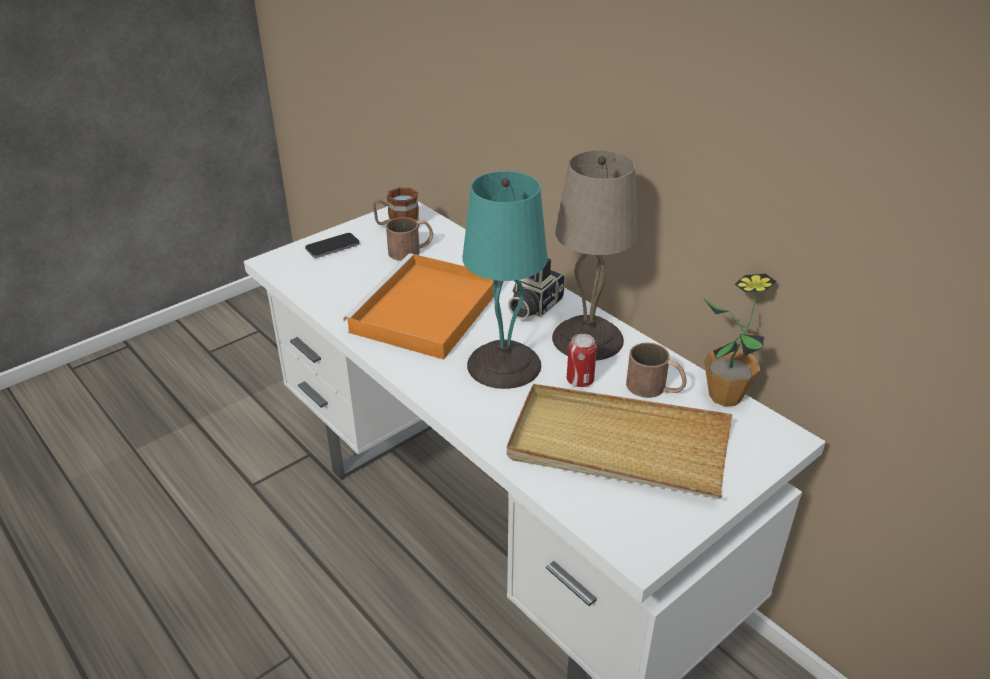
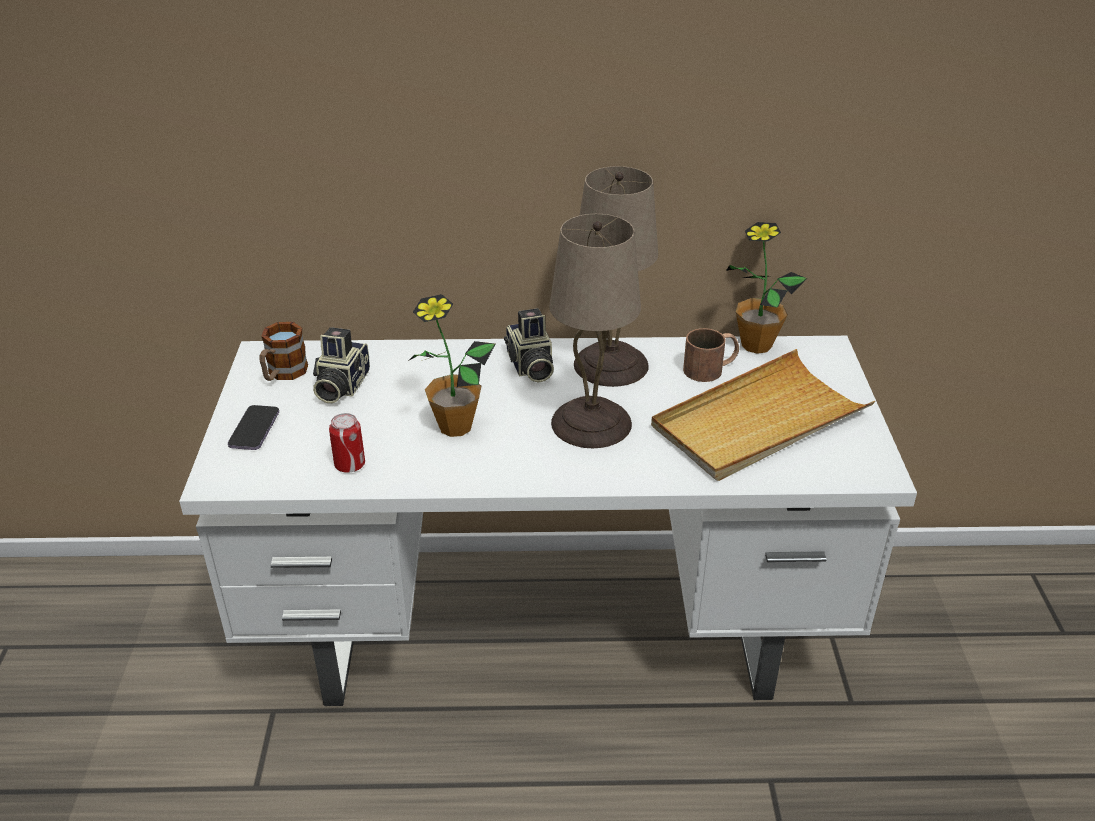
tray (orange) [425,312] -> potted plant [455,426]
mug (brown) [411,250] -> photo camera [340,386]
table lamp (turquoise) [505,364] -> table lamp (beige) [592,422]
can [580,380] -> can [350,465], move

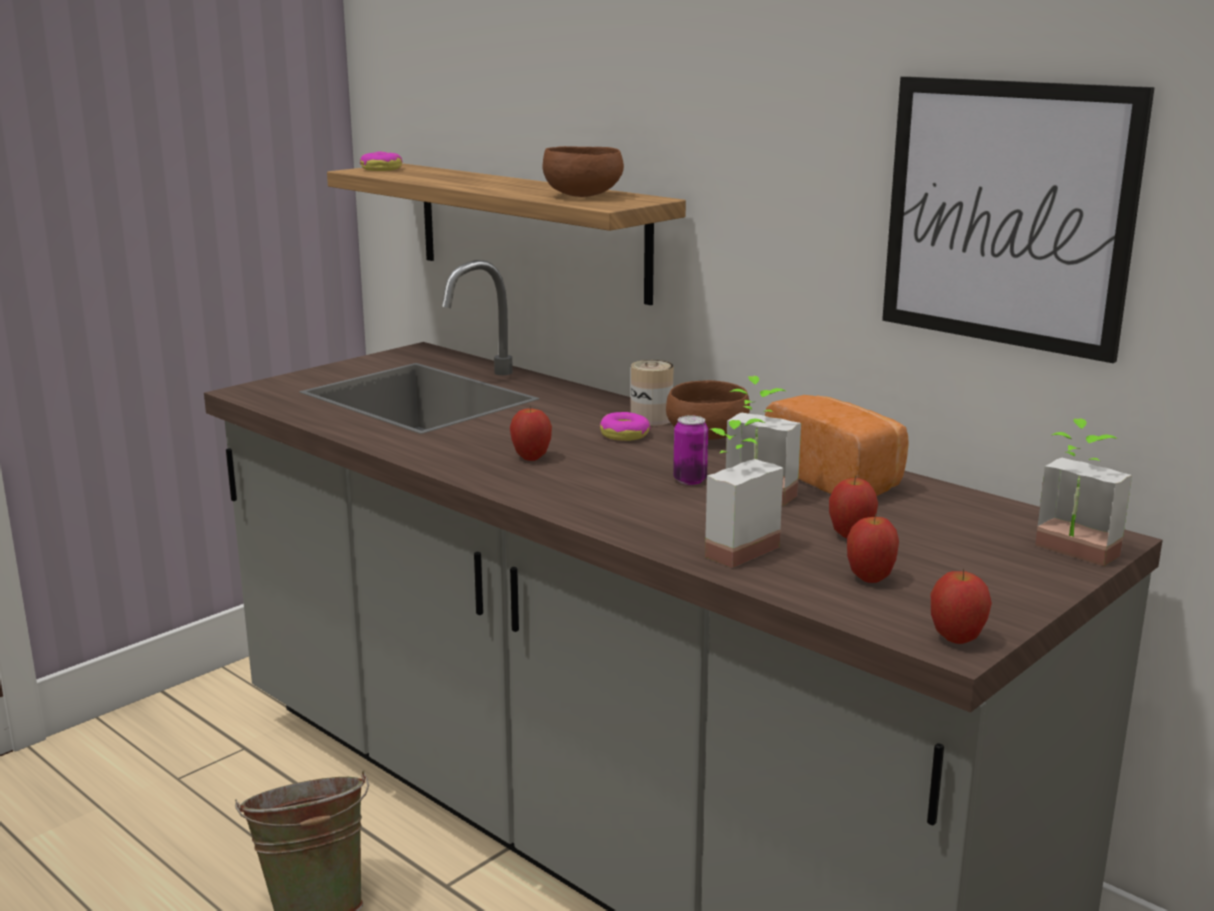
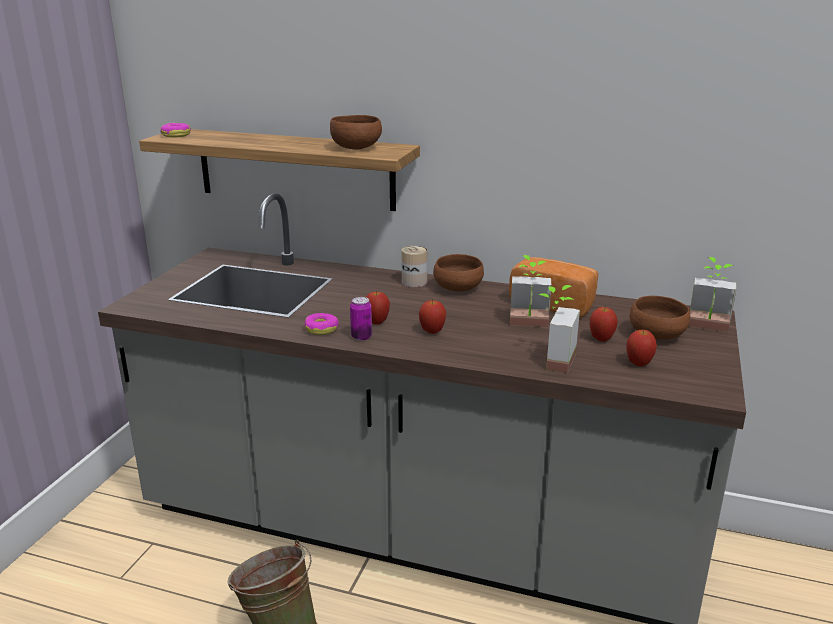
donut [624,435] -> donut [321,329], move
can [690,480] -> can [361,337], move
picture [1007,214] -> none
apple [956,640] -> apple [432,332], move
none -> bowl (brown) [658,336]

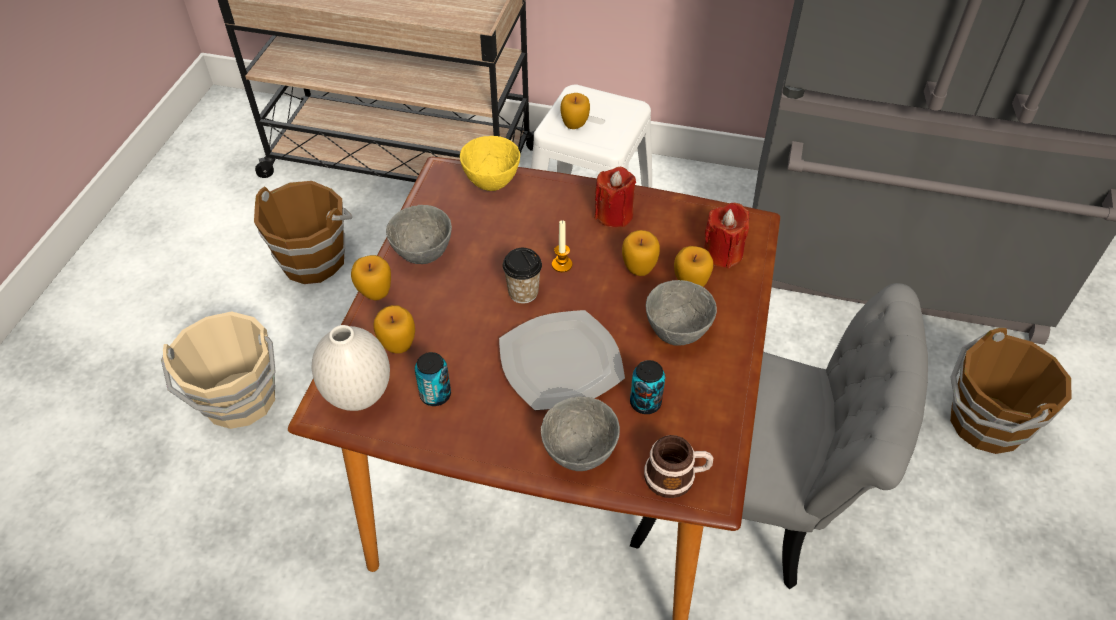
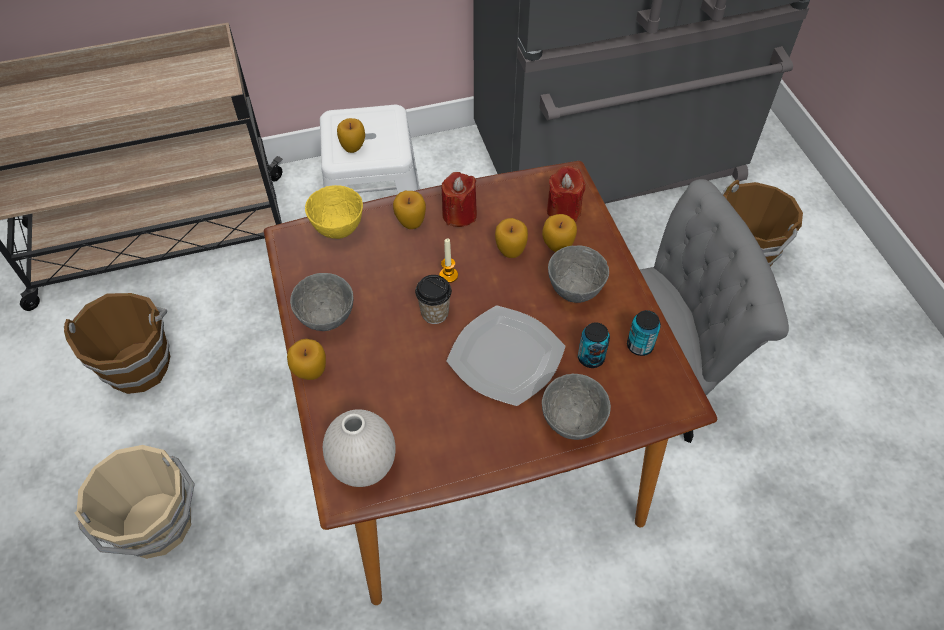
apple [398,345] -> apple [411,223], move
can [435,395] -> can [639,346], move
mug [676,476] -> none

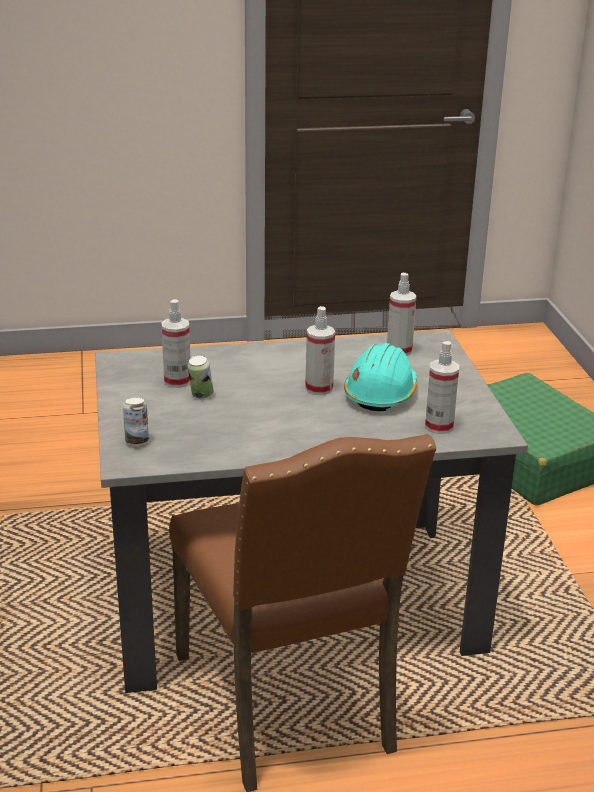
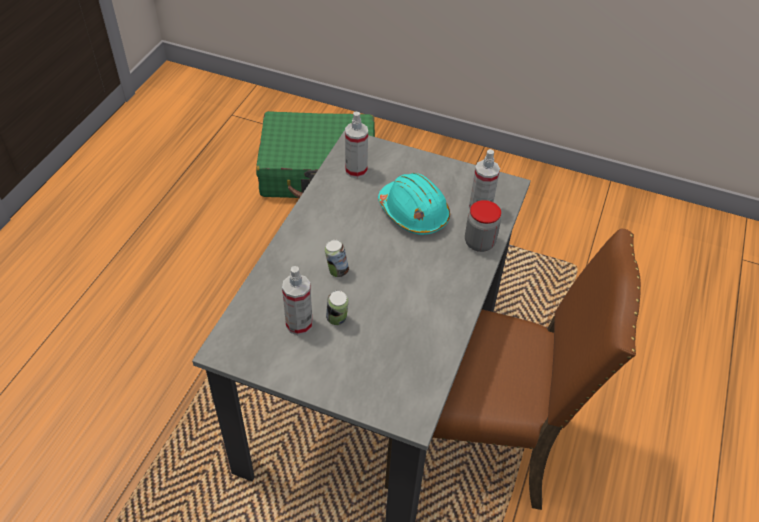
can [137,441] -> can [337,271], move
spray bottle [319,388] -> none
none -> jar [479,242]

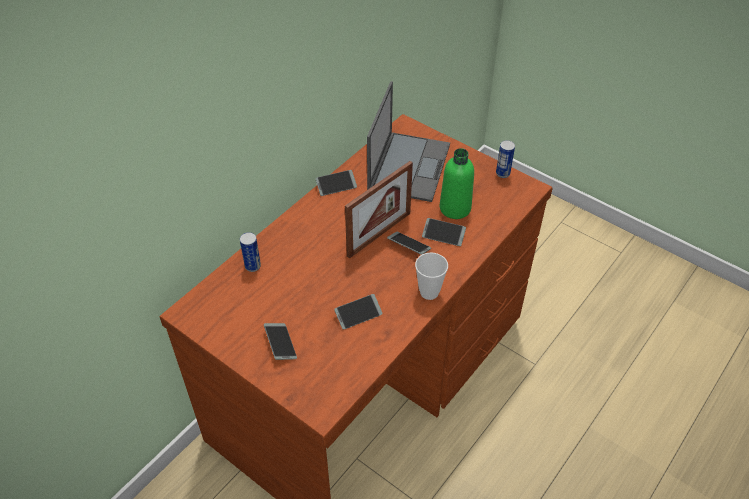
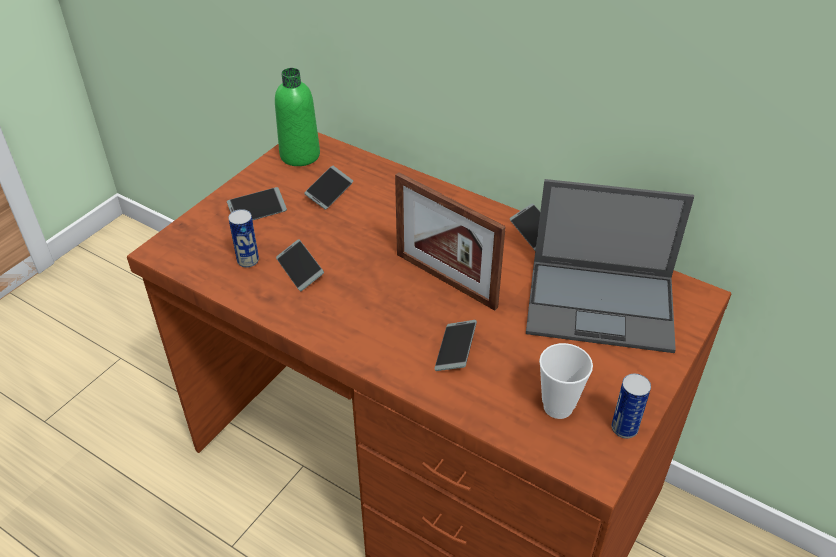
can [252,266] -> can [248,260], move
phone [409,246] -> phone [329,192], move
cup [429,292] -> cup [558,407], move
bottle (green) [455,208] -> bottle (green) [300,155], move

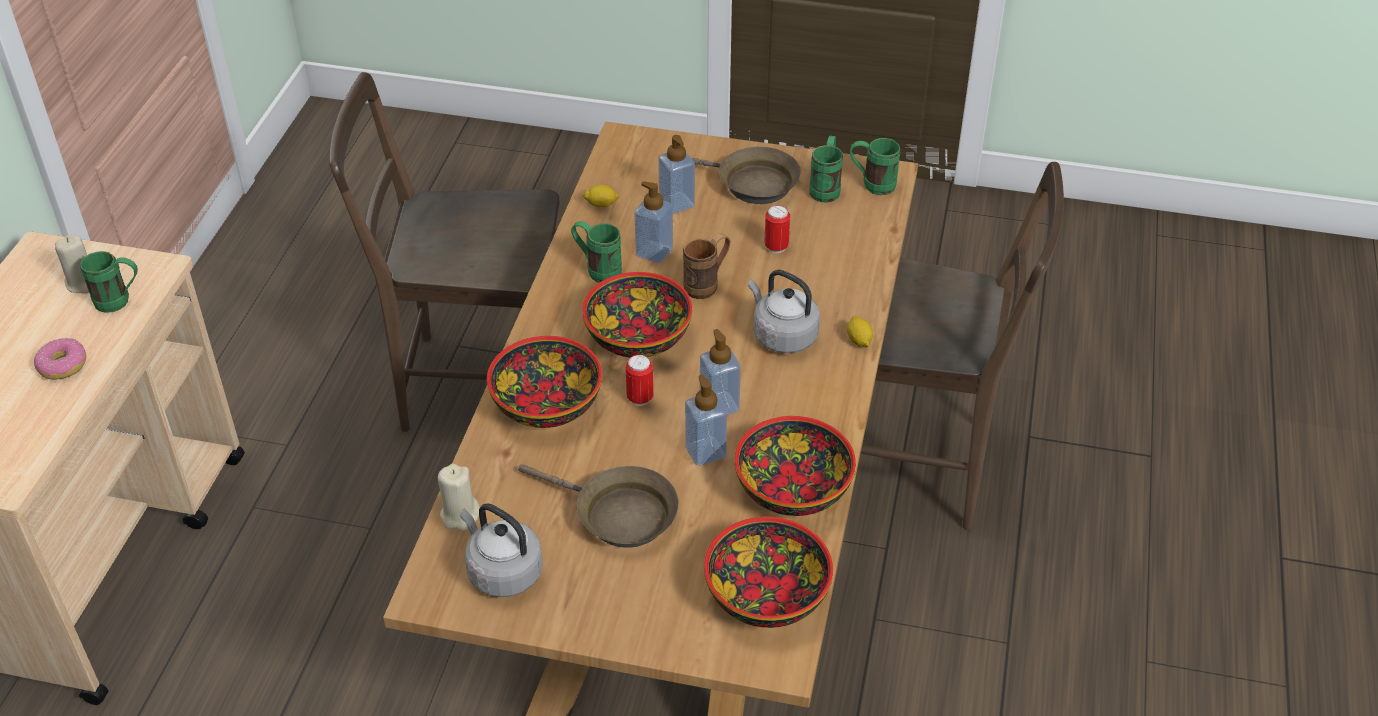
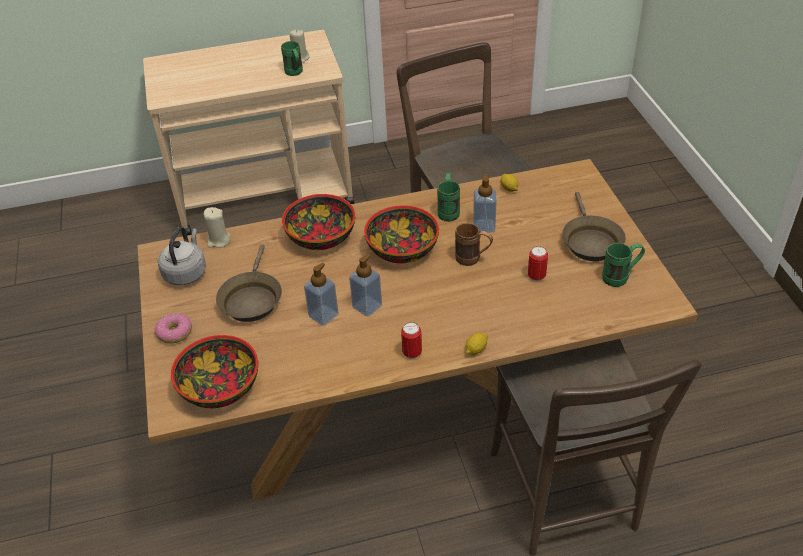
donut [63,365] -> donut [175,332], move
can [640,398] -> can [412,353], move
soap dispenser [676,203] -> none
bowl [794,488] -> none
kettle (grey) [782,336] -> none
mug (green) [871,185] -> none

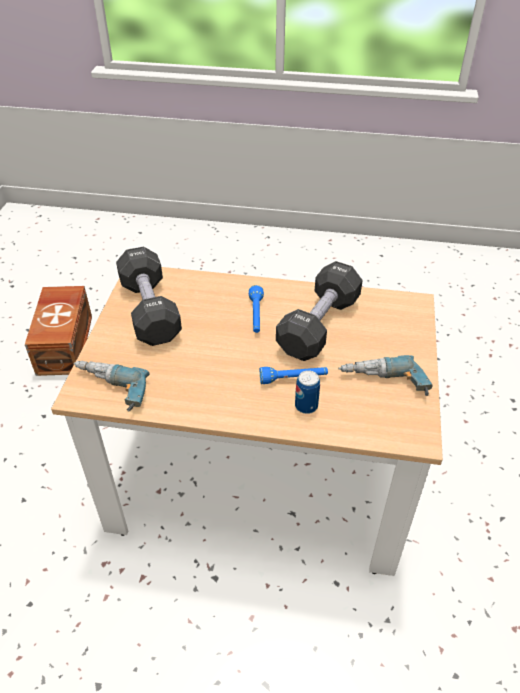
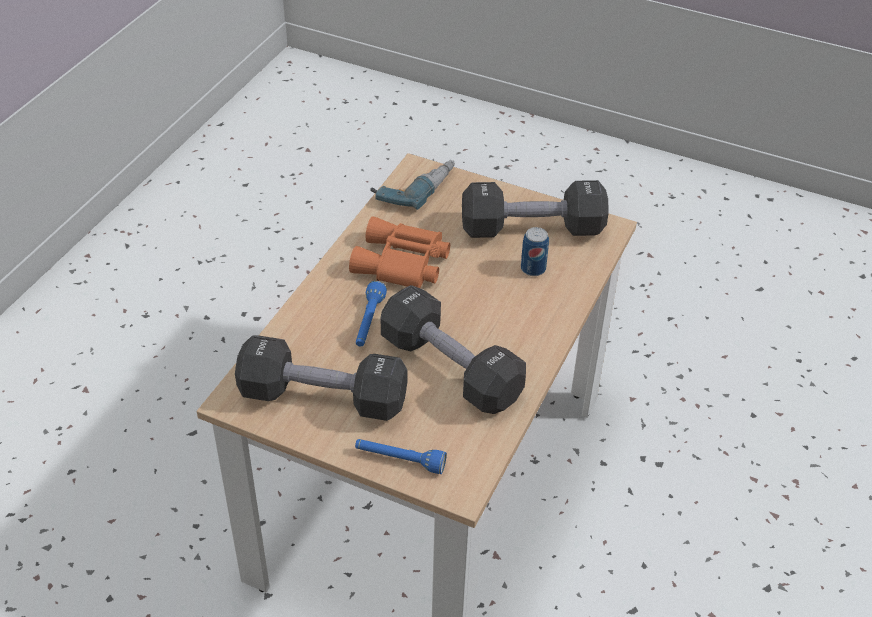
storage box (brown) [66,343] -> none
flashlight (blue) [256,315] -> flashlight (blue) [399,460], move
can [306,406] -> can [533,269], move
power drill [383,384] -> dumbbell (black) [323,397]
none -> binoculars (orange) [402,264]

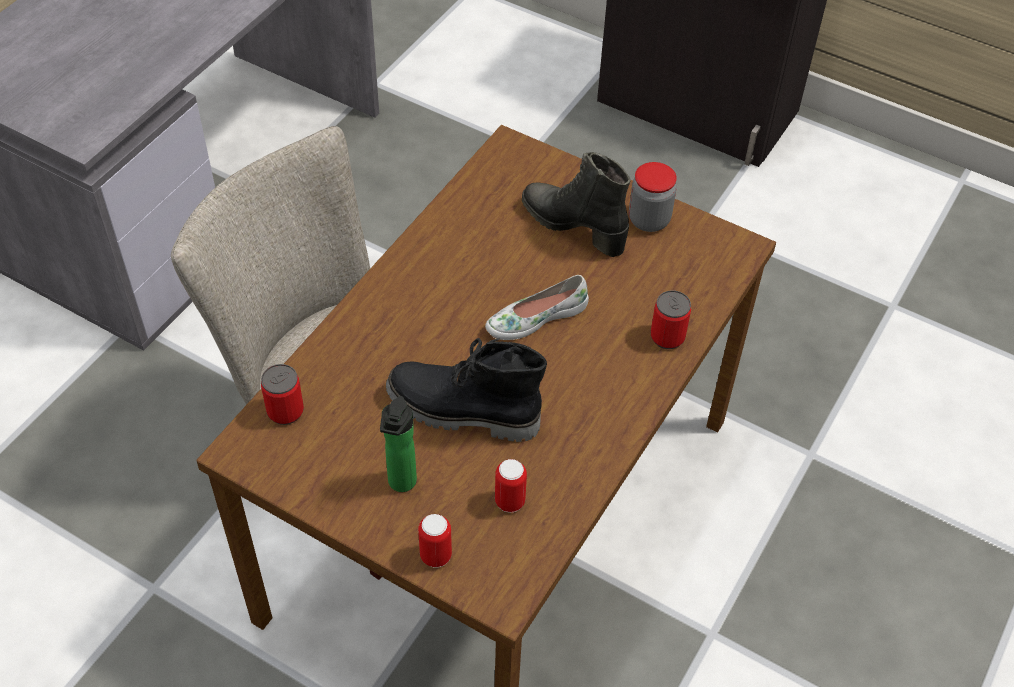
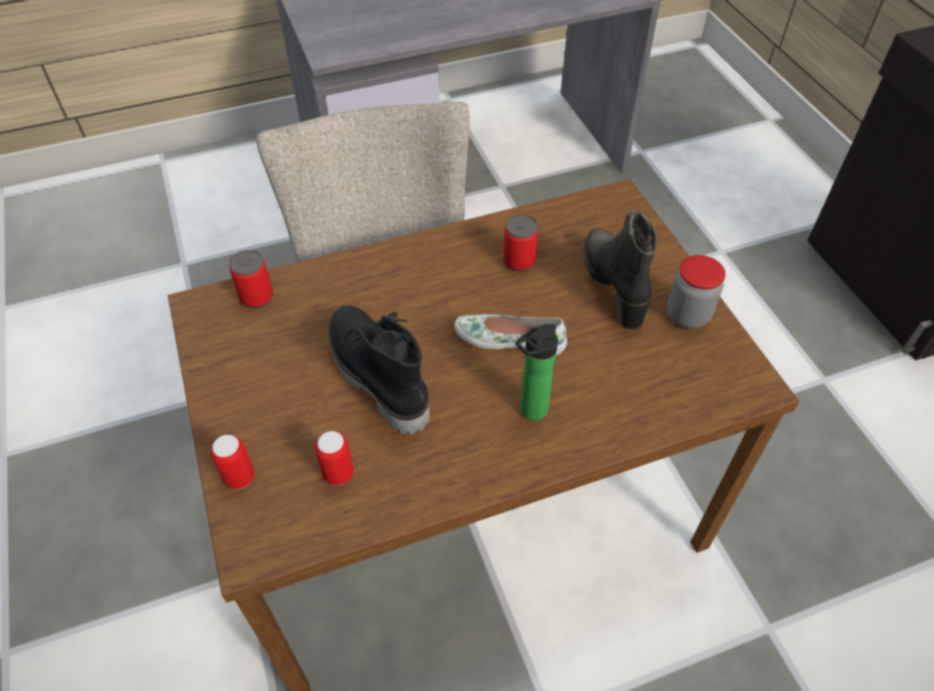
bottle [401,484] -> bottle [530,412], move
can [667,337] -> can [519,261], move

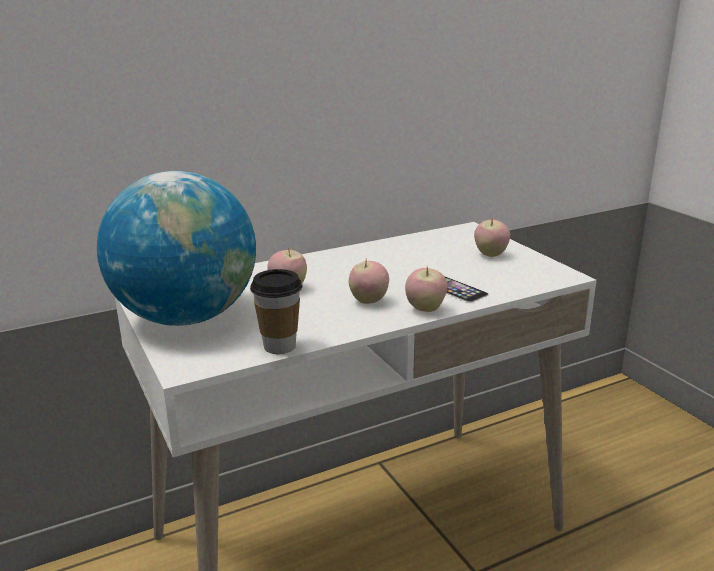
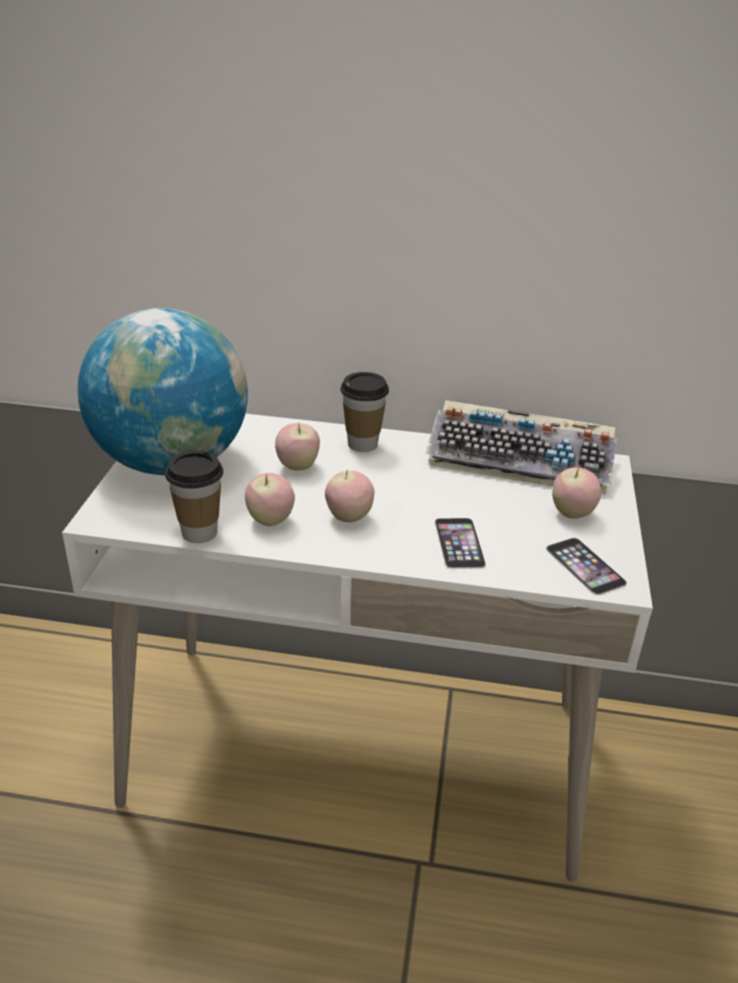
apple [425,309] -> apple [270,520], move
none -> cup [362,444]
none -> keyboard [522,460]
none -> phone [585,565]

